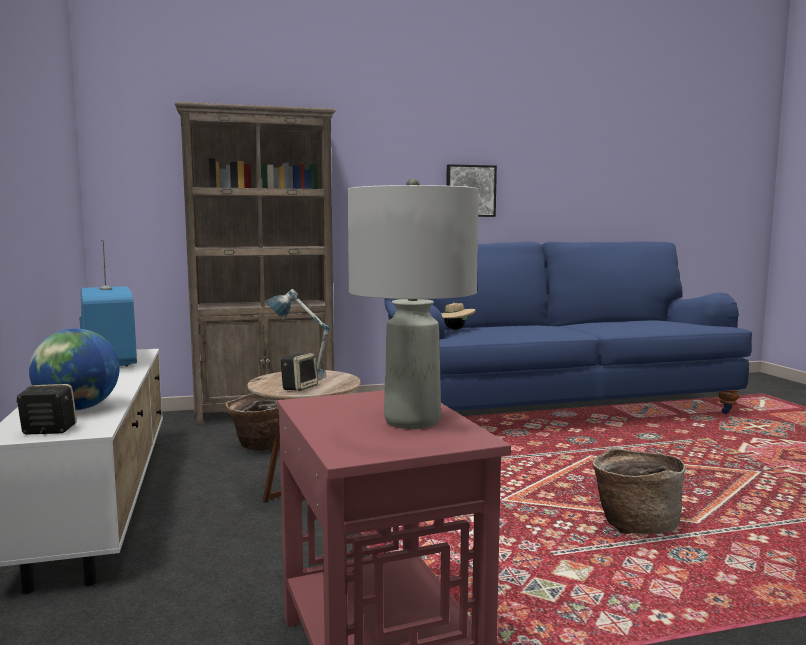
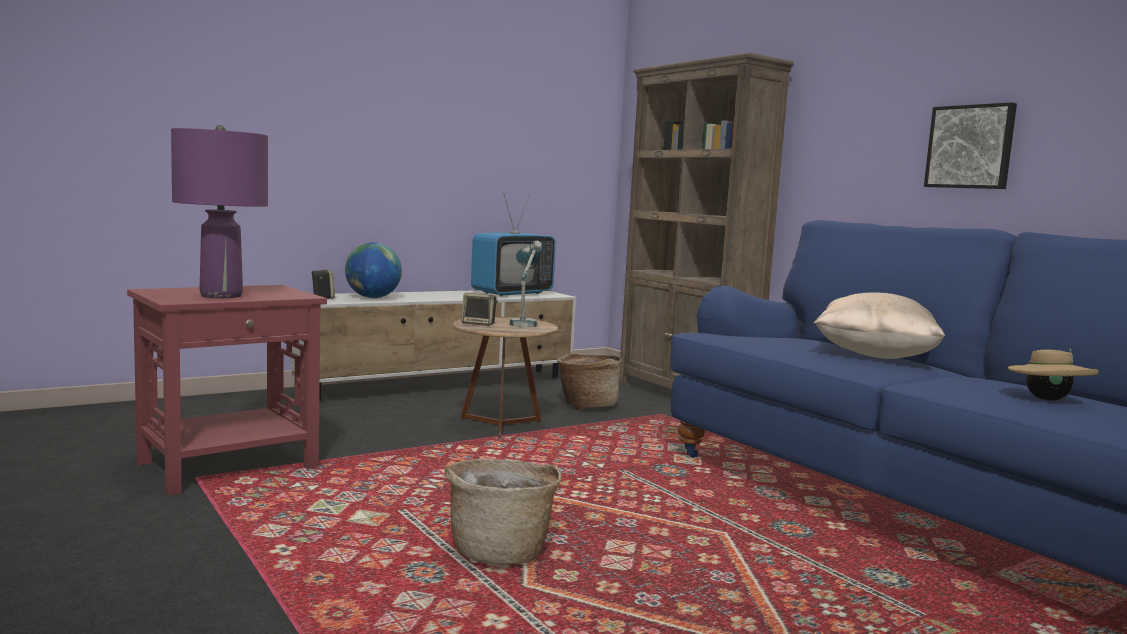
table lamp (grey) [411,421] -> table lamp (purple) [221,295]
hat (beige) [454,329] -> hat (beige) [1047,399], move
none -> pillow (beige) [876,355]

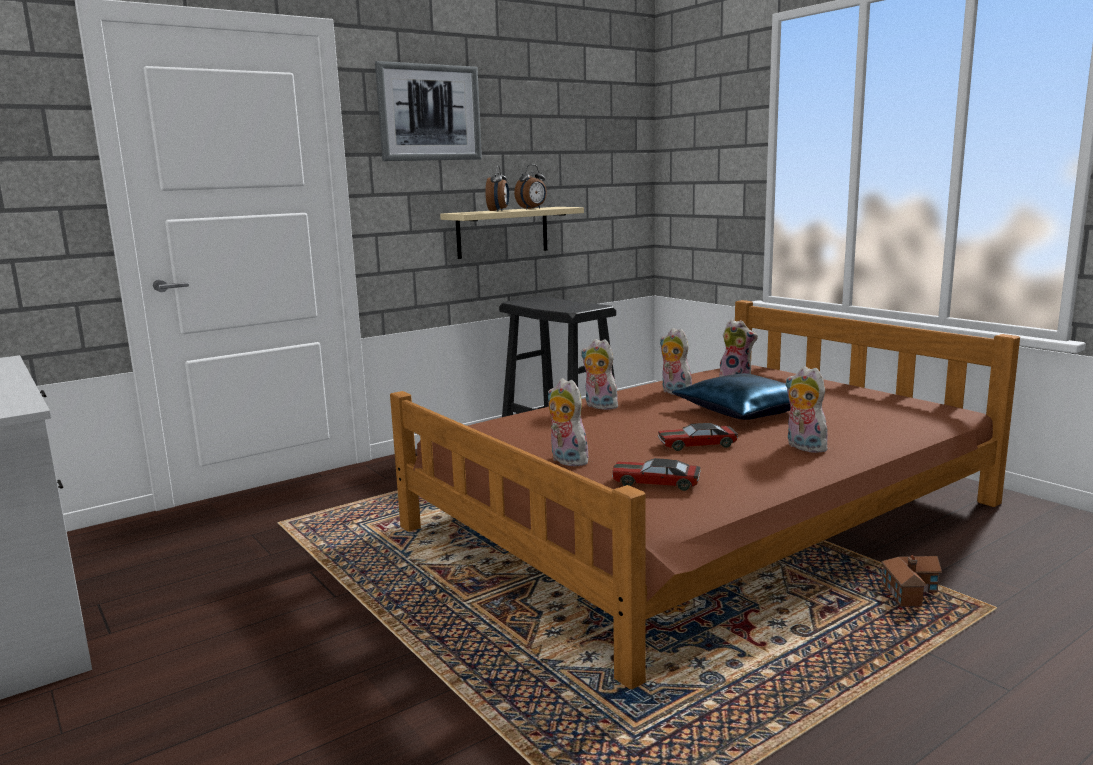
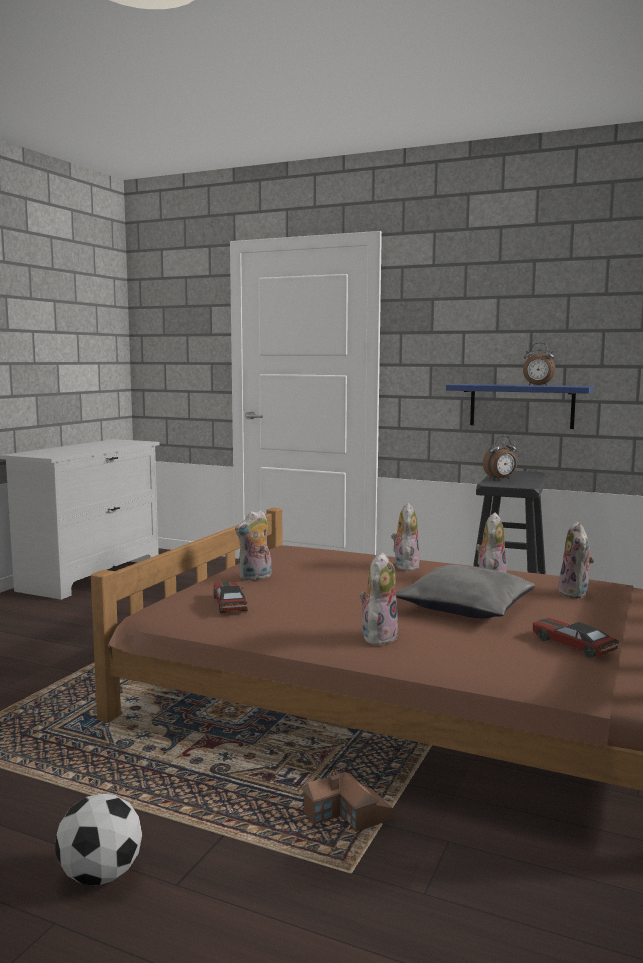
picture [429,113] -> none
shelf (beige) [502,232] -> shelf (blue) [521,406]
alarm clock [498,211] -> alarm clock [500,479], move
plush toy [566,460] -> plush toy [255,578], 150 degrees counterclockwise
toy car [697,445] -> toy car [573,645], move
pillow (blue) [744,411] -> pillow (grey) [464,607]
none -> football [100,875]

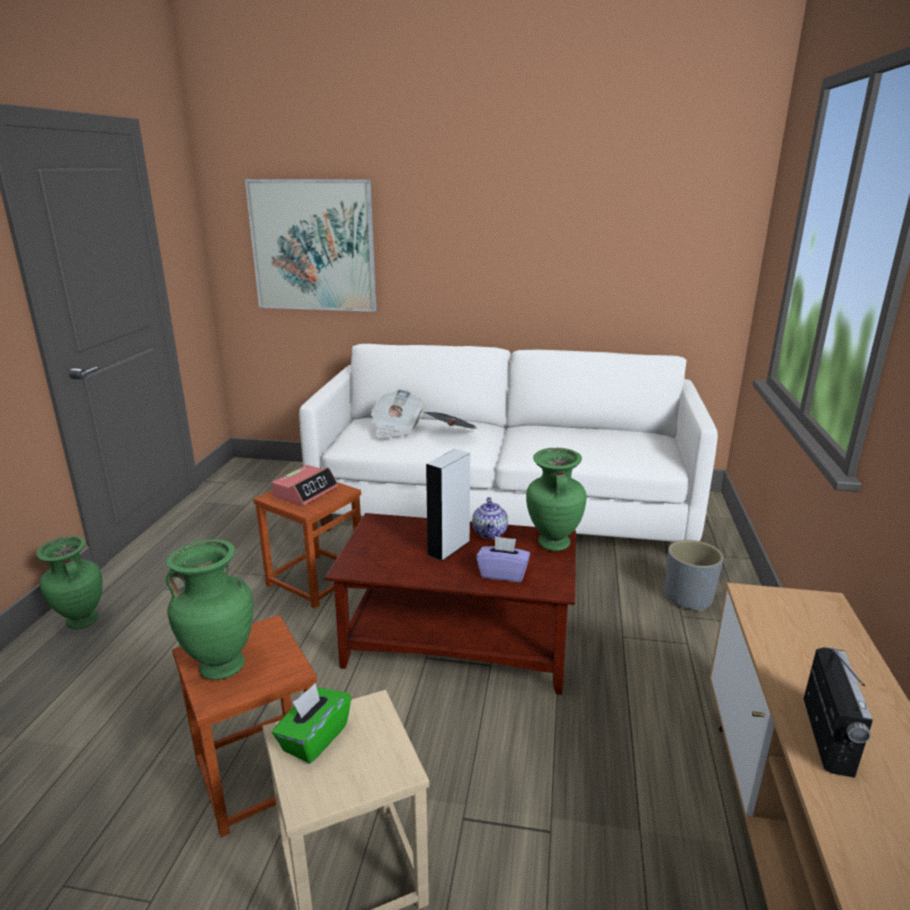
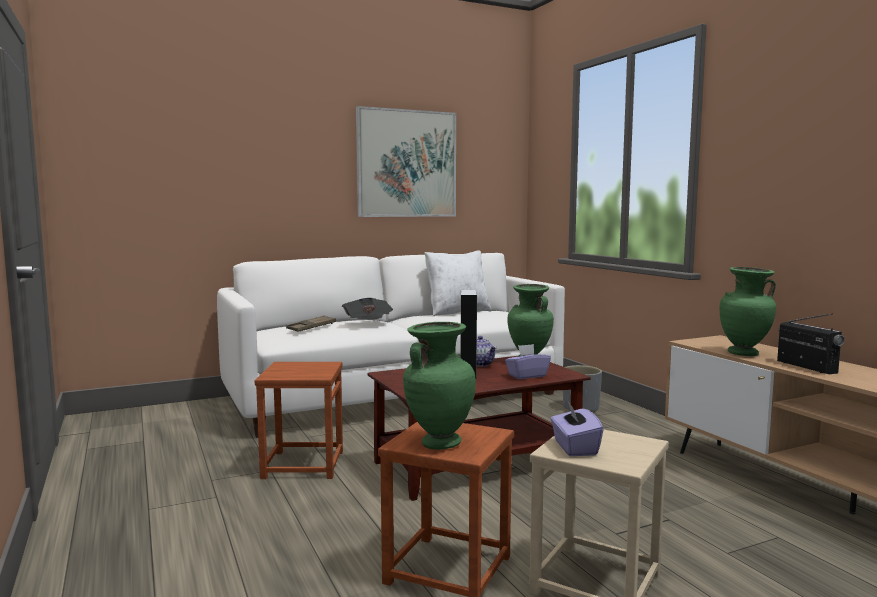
vase (green) [81,622] -> vase (green) [744,354], move
picture [313,246] -> picture [406,164], move
alarm clock [306,492] -> none
tissue box (green) [314,738] -> tissue box (purple) [574,448]
newspaper [396,429] -> tray (brown) [311,327]
none -> pillow (white) [457,312]

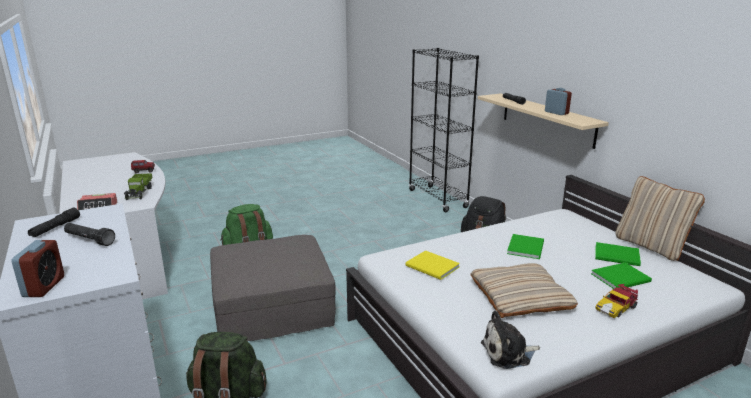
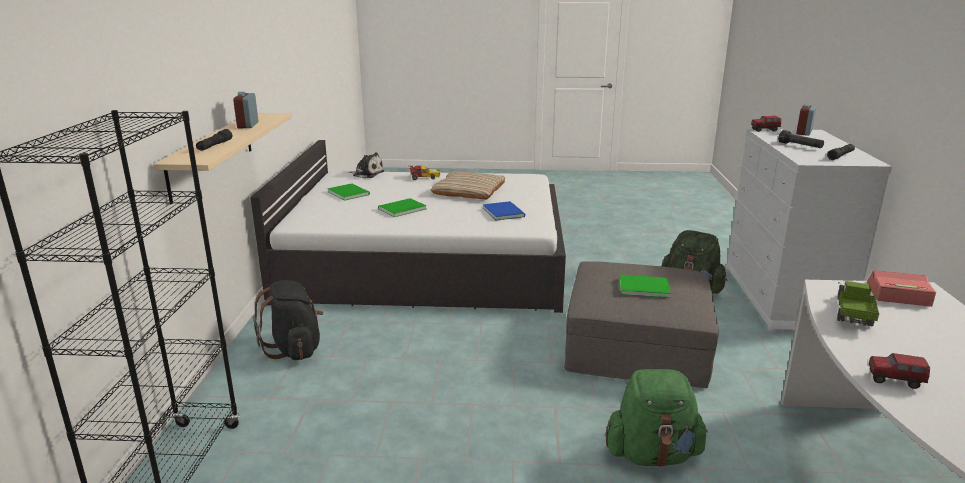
book (yellow) [432,267] -> book (blue) [504,212]
plush toy [508,353] -> plush toy [367,174], move
book (green) [622,278] -> book (green) [642,287], move
pillow (beige) [651,246] -> none
none -> toy truck [765,130]

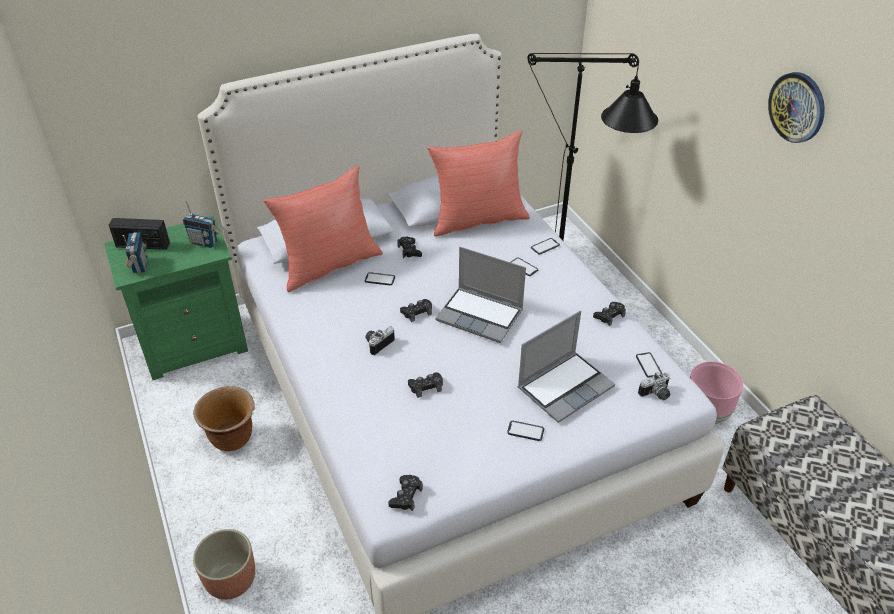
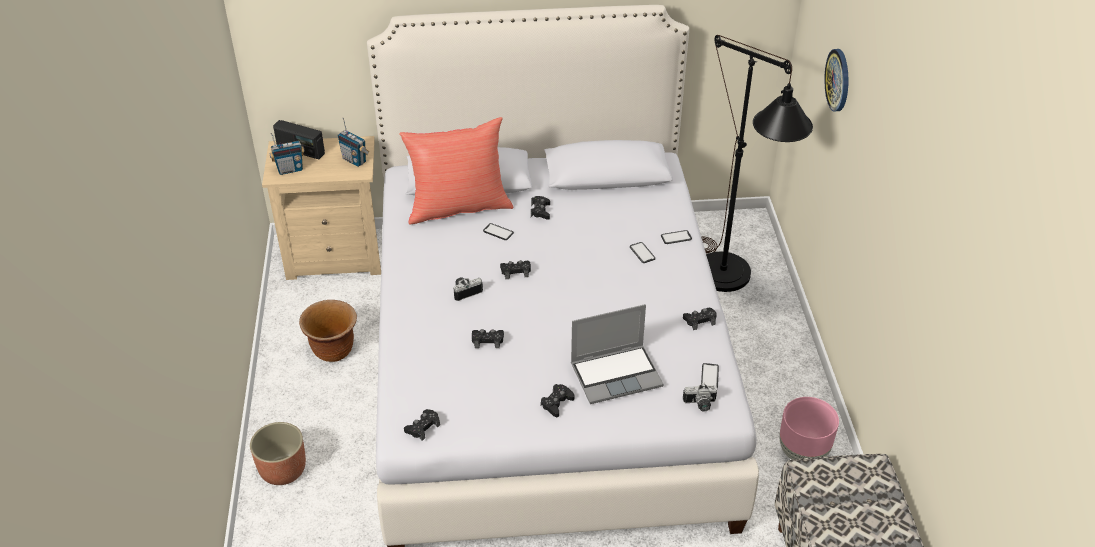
nightstand (green) [195,344] -> nightstand (beige) [336,256]
radio [140,266] -> radio [290,169], 60 degrees clockwise
pillow (red) [478,219] -> none
laptop [481,315] -> none
phone [525,431] -> game controller (black) [557,403]
wall clock [797,107] -> wall clock [838,80], move

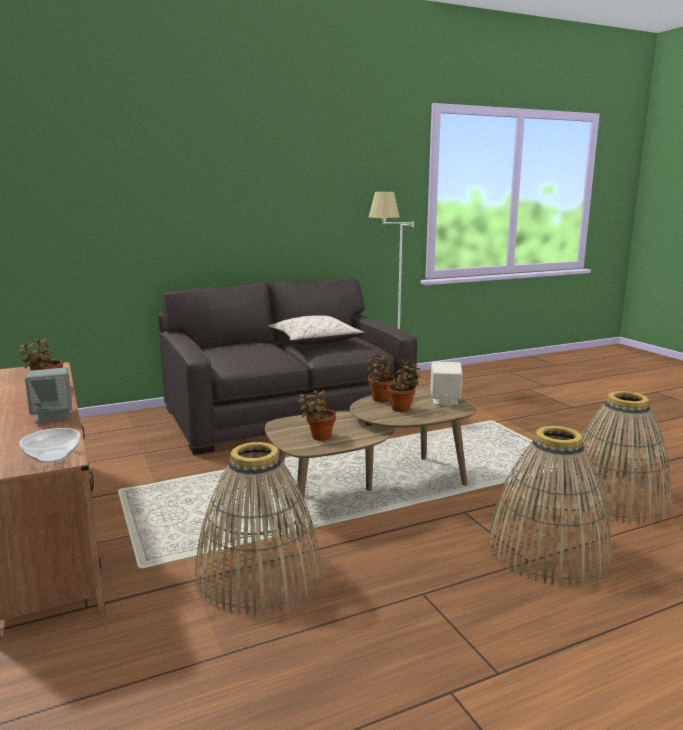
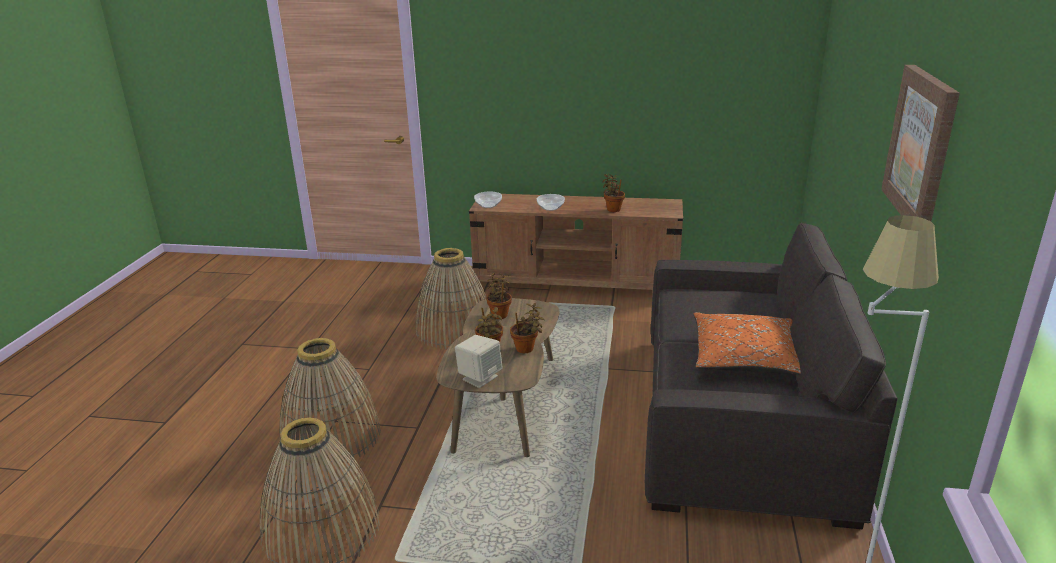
speaker (grey) [53,416] -> bowl [551,208]
pillow (beige) [314,342] -> pillow (orange) [745,358]
none -> picture [921,147]

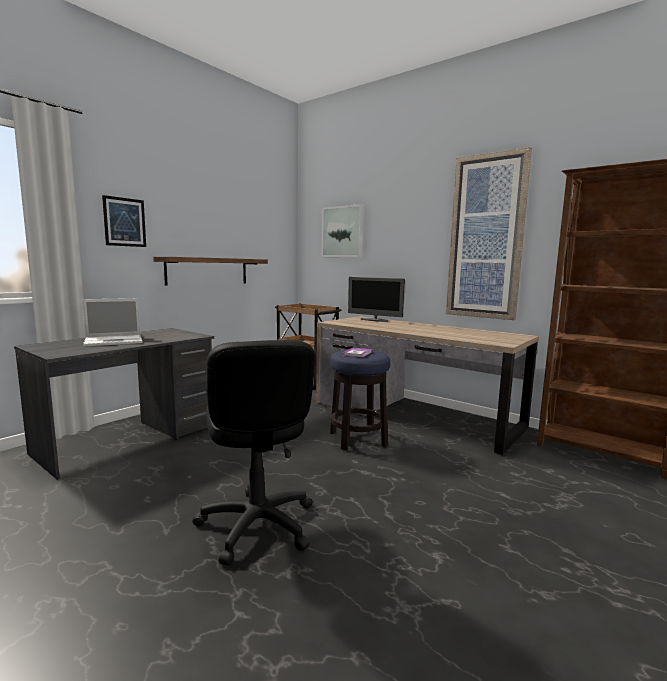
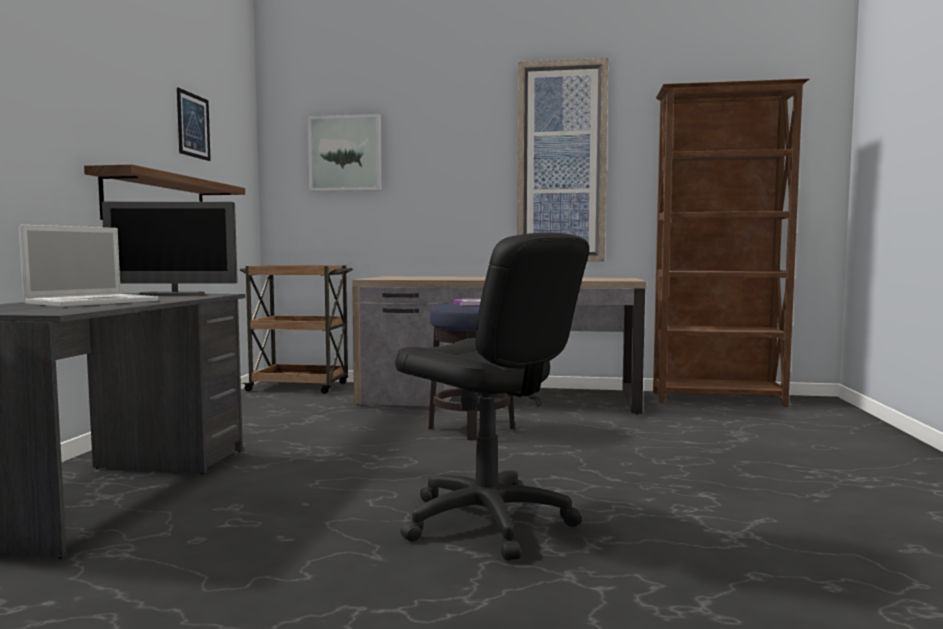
picture [124,222] -> picture [193,125], move
monitor [374,320] -> monitor [172,295], move

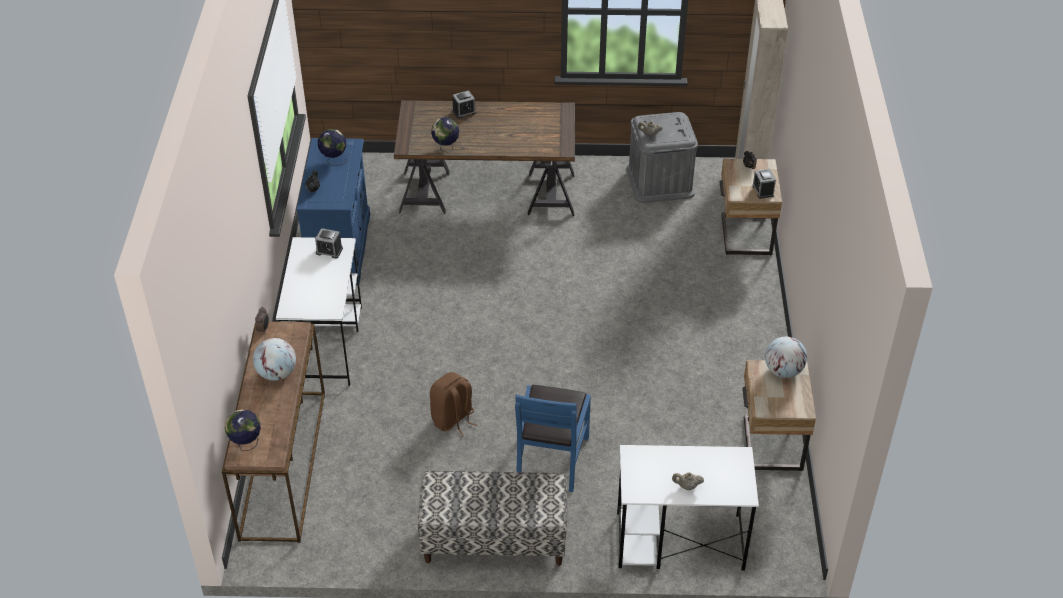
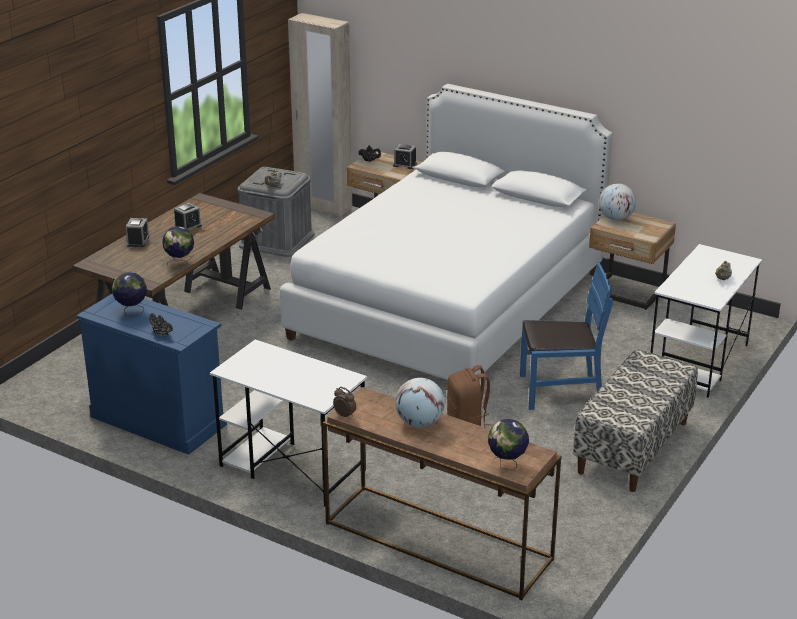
alarm clock [329,251] -> alarm clock [188,227], move
chair (blue) [551,459] -> chair (blue) [560,391], 45 degrees counterclockwise
none -> bed (white) [448,305]

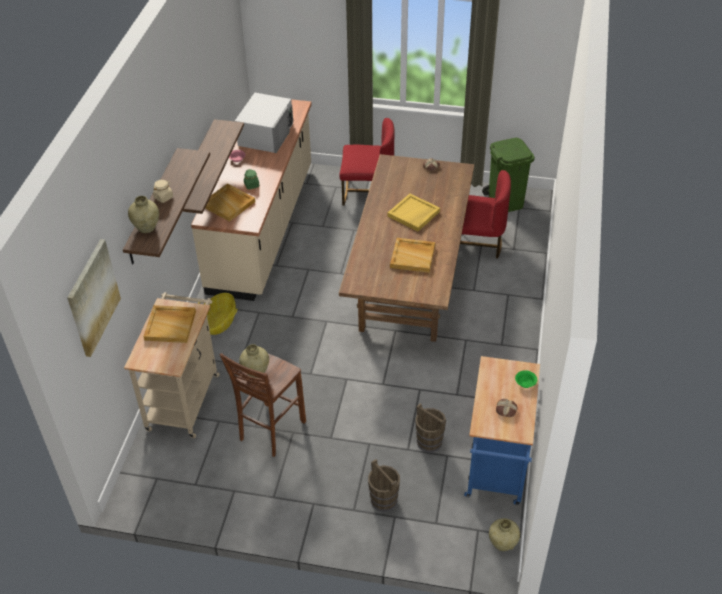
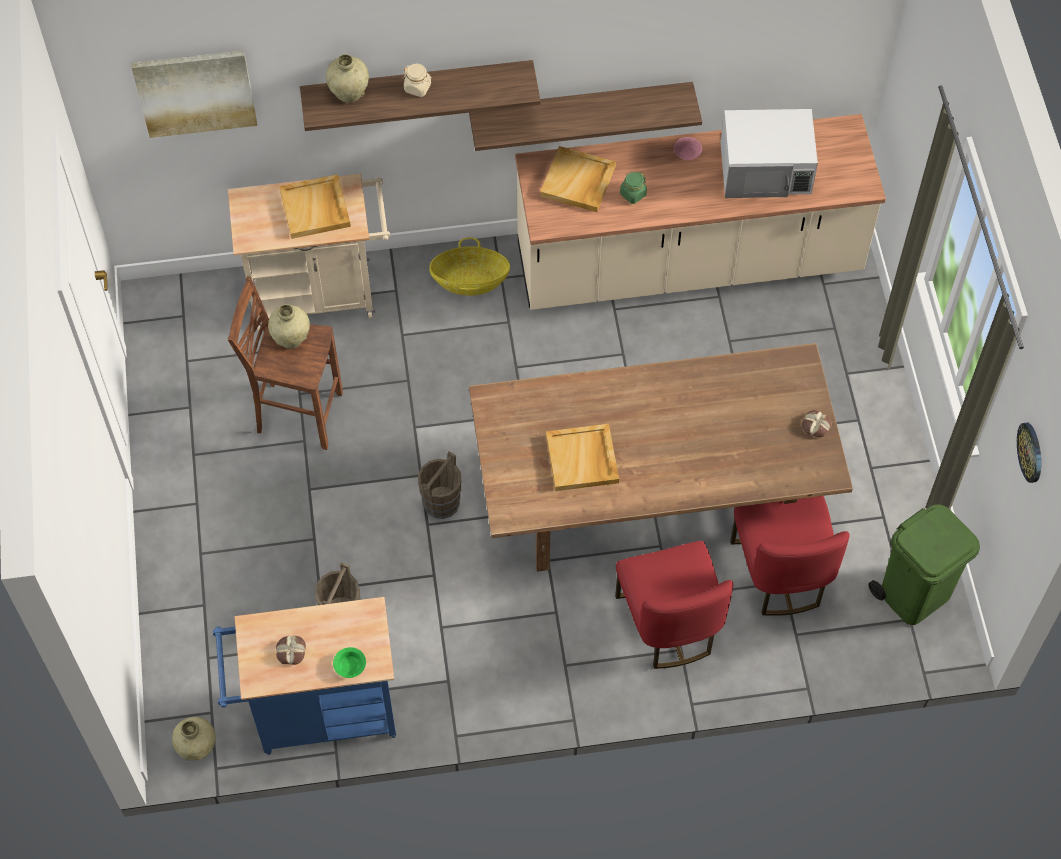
chair (red) [367,191] -> chair (red) [668,624], move
bucket (brown) [384,500] -> bucket (brown) [441,502], move
tray (yellow) [413,214] -> none
none -> wall clock [1031,452]

